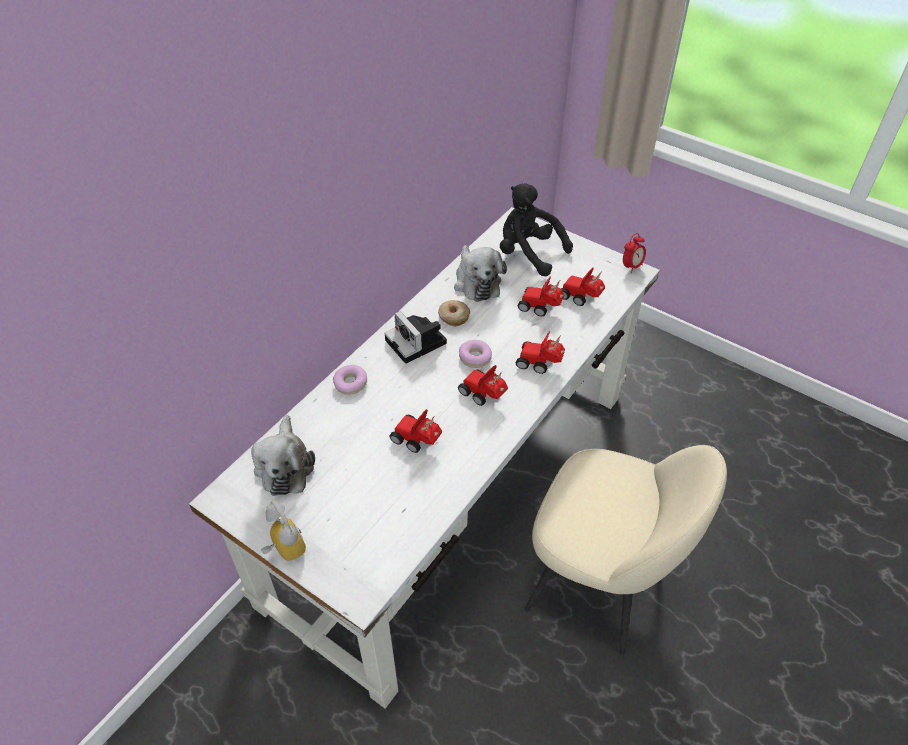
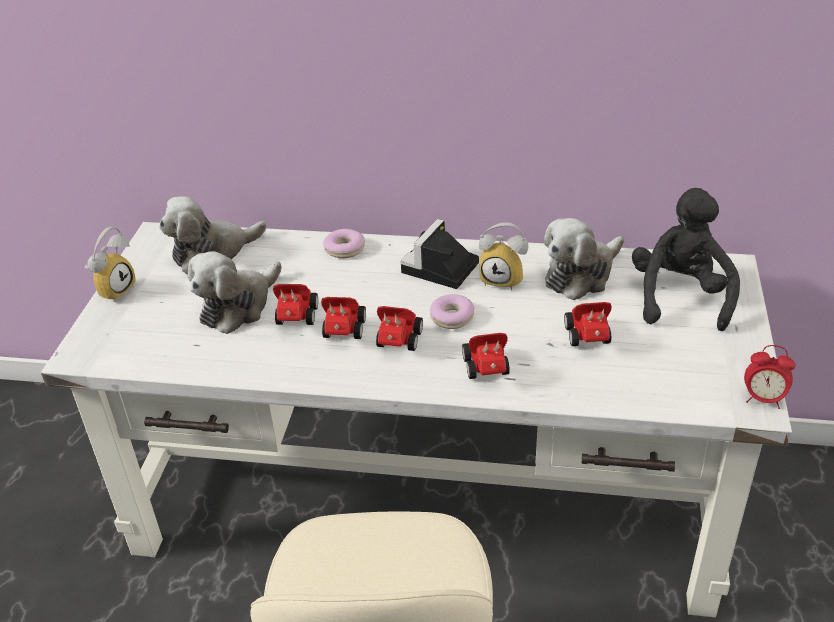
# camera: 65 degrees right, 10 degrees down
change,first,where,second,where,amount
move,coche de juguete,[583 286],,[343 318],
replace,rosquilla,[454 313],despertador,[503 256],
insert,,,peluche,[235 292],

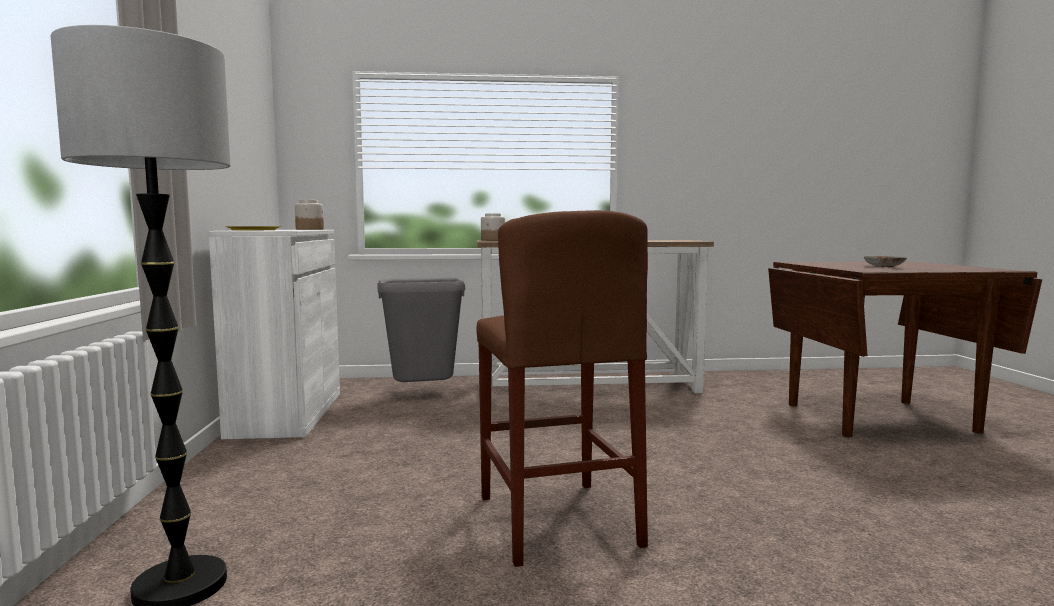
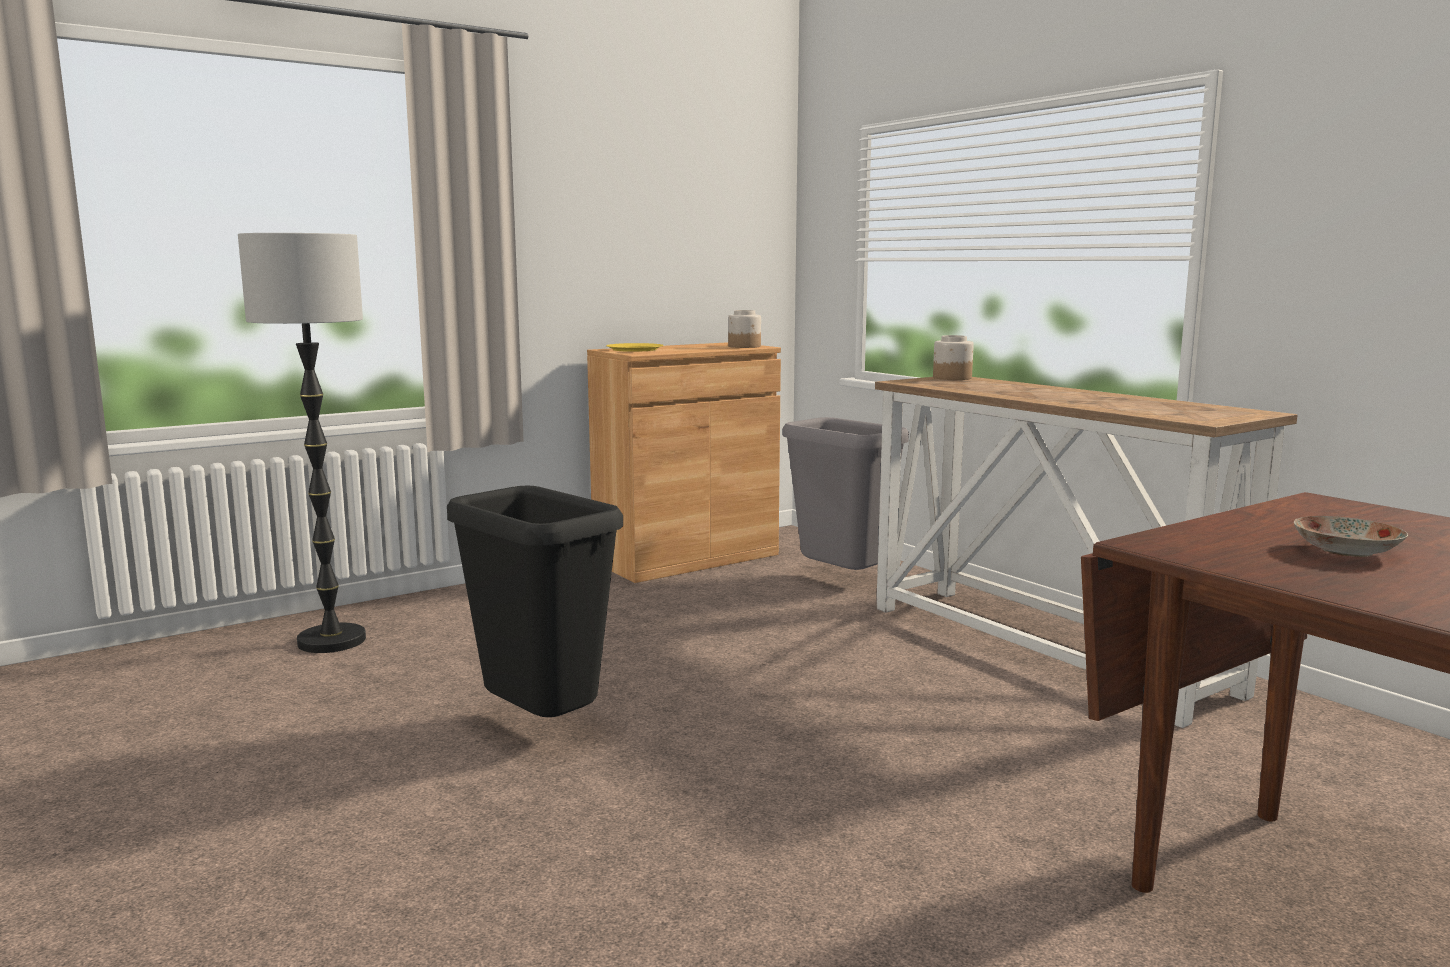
# camera: 60 degrees right, 5 degrees up
change,first,where,second,where,amount
replace,taburete/marrón,[562 388],papelera/negro,[535 601],
recolor,armario/blanco,[274 334],armario/marrón,[684 462],

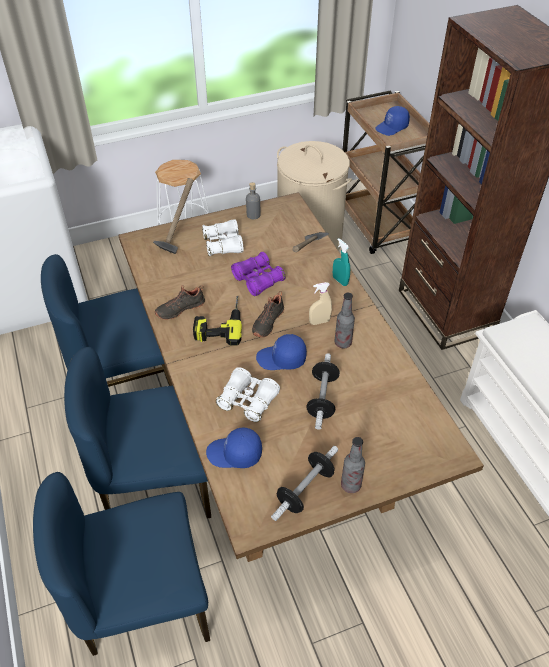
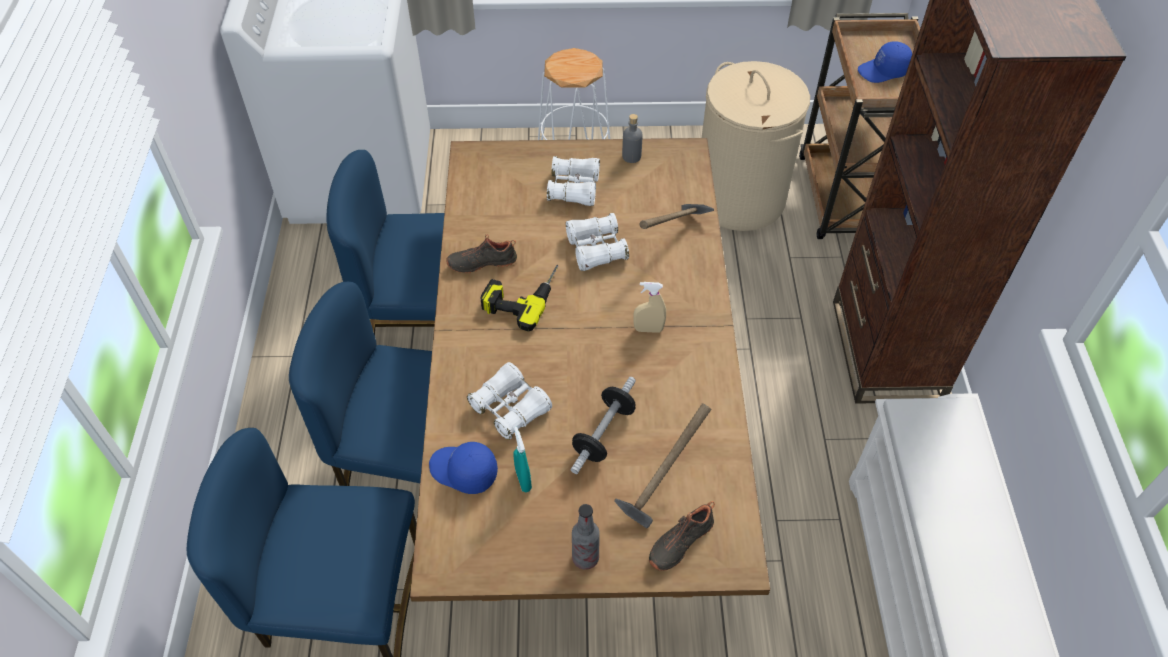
# camera: 20 degrees right, 5 degrees up
change,first,where,second,where,amount
move,martillo,[173 216],,[662 465],
move,pulverizador/turquesa,[341 262],,[522 459],
recolor,prismáticos/morado,[258 274],prismáticos/blanco,[597 242],
move,zapato/negro,[268 314],,[682 536],
delete,botella,[345 320],,,
delete,gorra/azul,[281 352],,,
delete,mancuerna,[304 483],,,

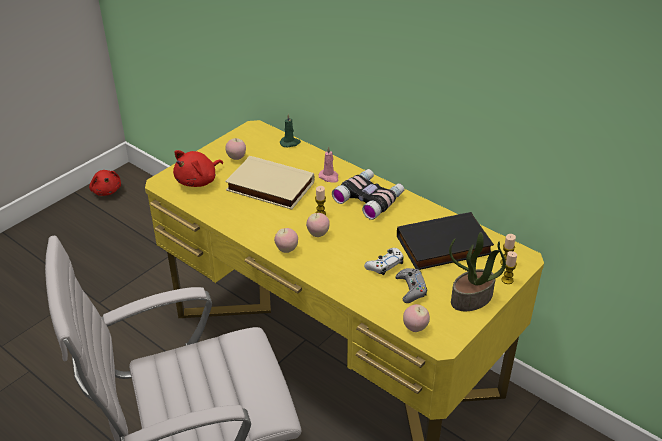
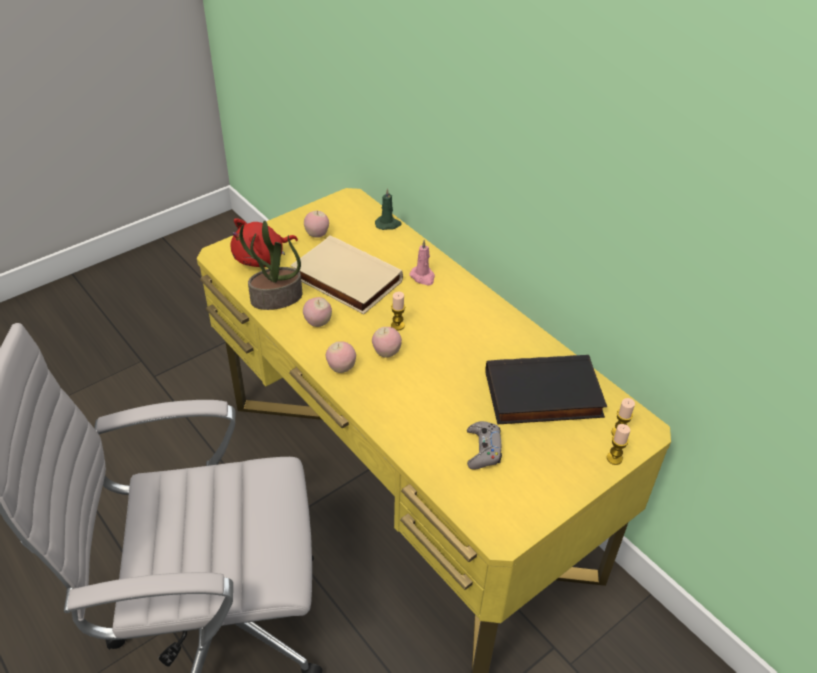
# camera: 10 degrees right, 5 degrees up
change,first,where,second,where,amount
delete,prismáticos,[368 194],,,
delete,peluche/rojo,[105 183],,,
move,planta en maceta,[477 271],,[270 265],
delete,mando de consola/blanco,[384 261],,,
move,manzana,[416 318],,[317 312],

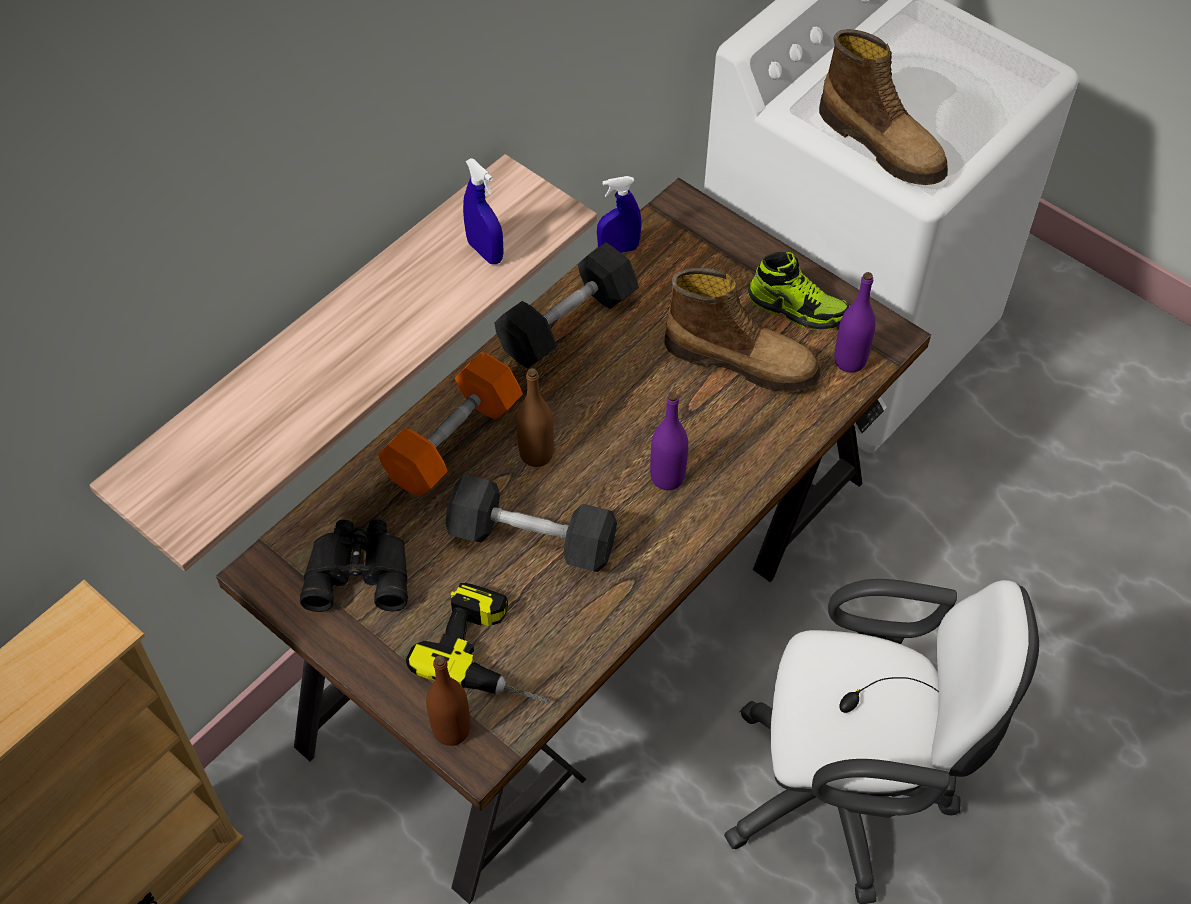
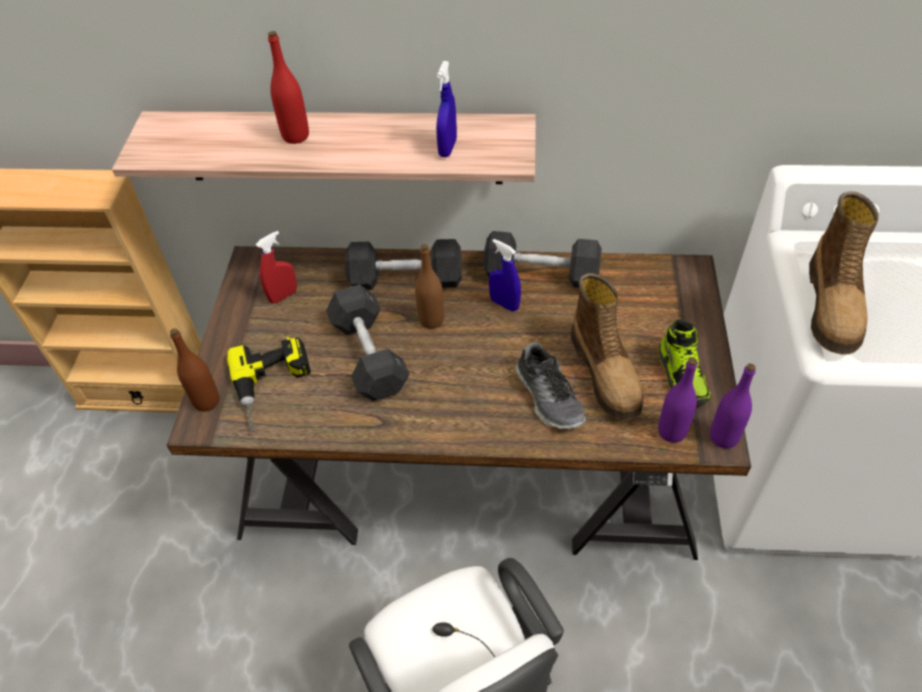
# camera: 55 degrees right, 5 degrees down
change,first,where,second,where,amount
move,pulverizador/azul,[619 214],,[505 275],
recolor,mancuerna/naranja,[450 424],mancuerna/gris,[403 264],
move,botella/morado,[669 441],,[733 406],
replace,prismáticos/negro,[354 565],pulverizador/rojo,[276 267],
insert,,,botella/rojo,[288 87],
insert,,,zapato,[550 385],

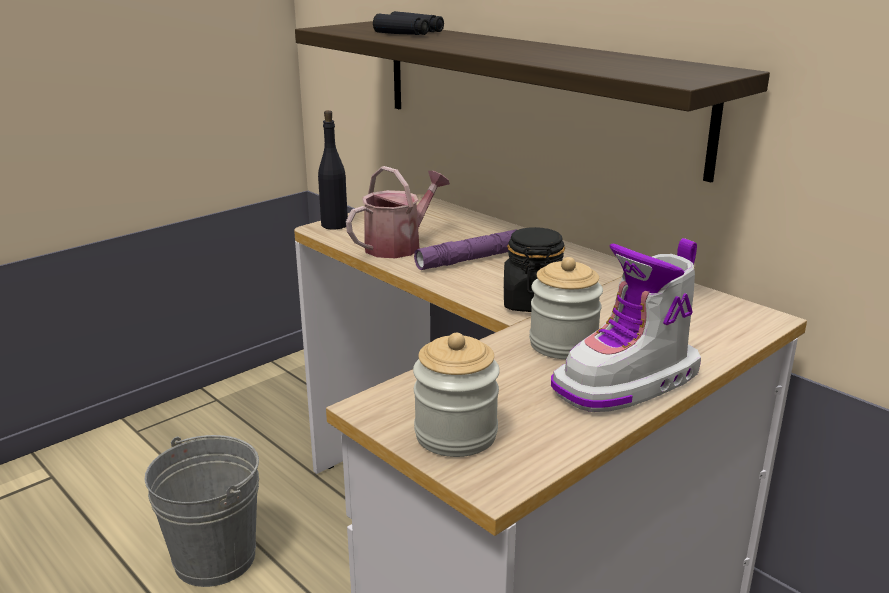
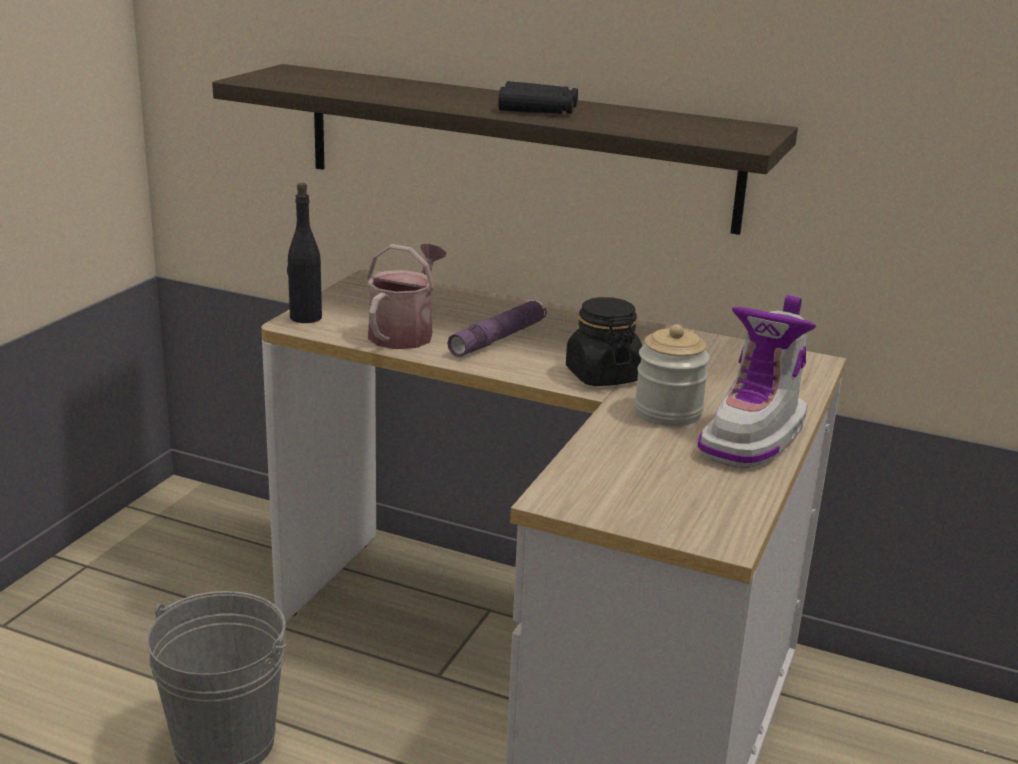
# camera: 25 degrees left, 0 degrees up
change,first,where,second,where,amount
move,prismáticos/negro,[408 23],,[538 97],
delete,tarro,[456 395],,,

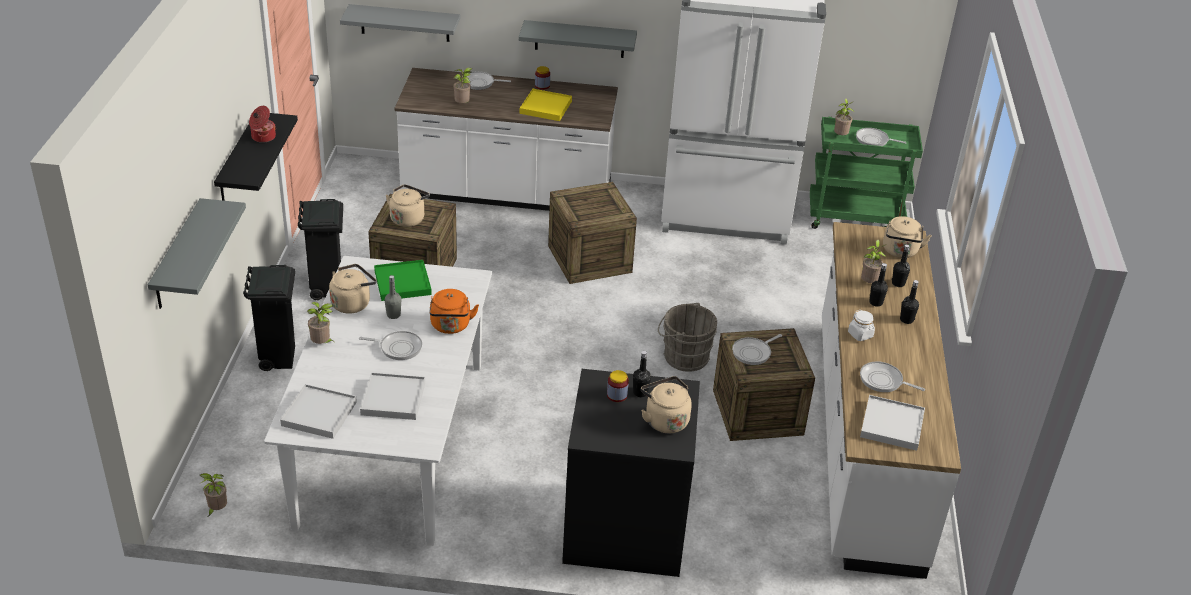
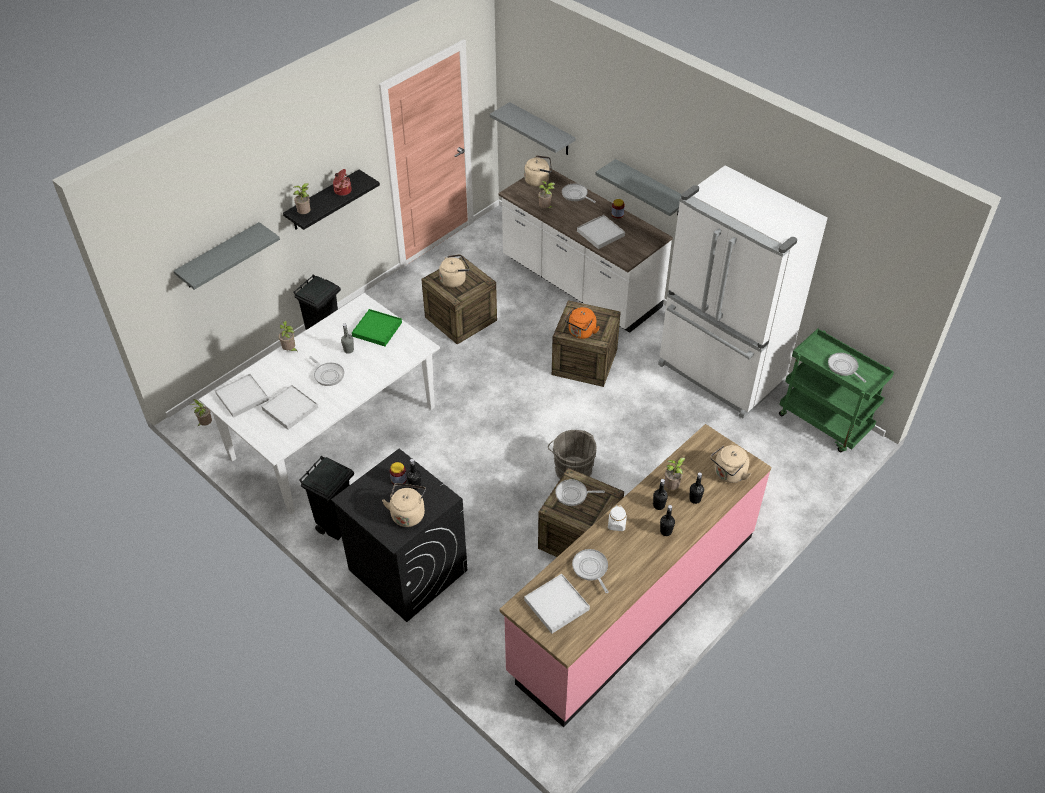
# camera: 40 degrees right, 10 degrees up
change,first,where,second,where,amount
recolor,bandeja/amarillo,[546 105],bandeja/blanco,[601 232],
move,planta en maceta,[844 116],,[302 198],
move,papelera/negro,[320 249],,[326 498],
recolor,mueble bajo de cocina/blanco,[891 400],mueble bajo de cocina/rosa,[635 575],
move,hervidor/beis,[352 289],,[538 171],
move,hervidor/naranja,[454 311],,[582 323],

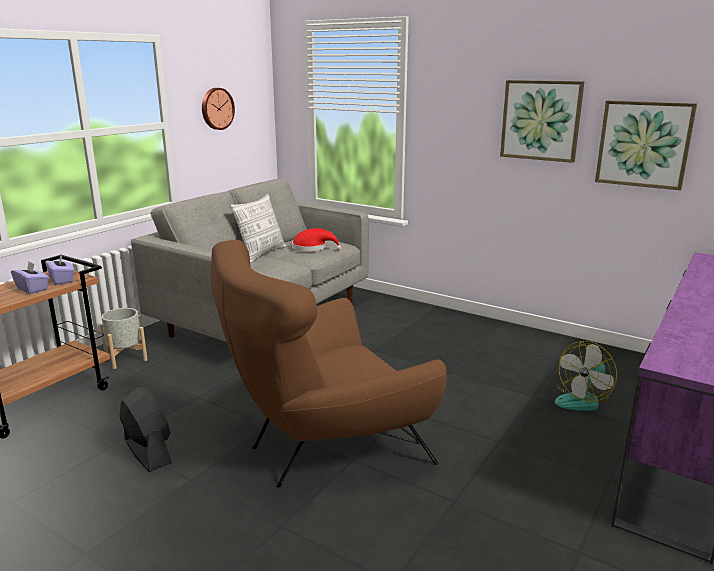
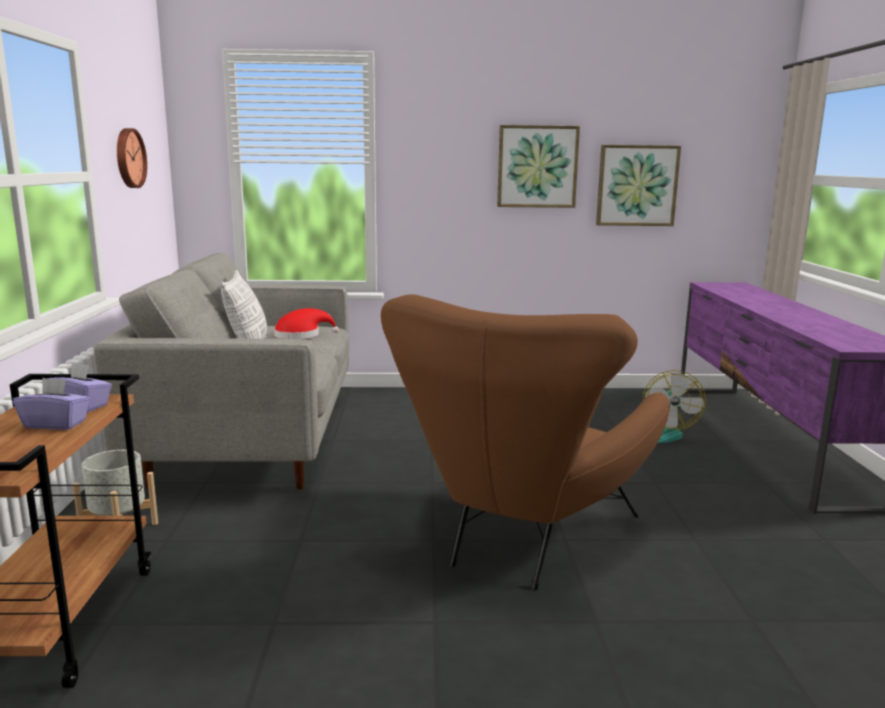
# camera: 35 degrees left, 5 degrees down
change,first,where,second,where,amount
delete,ventilador/negro,[145 429],,,

